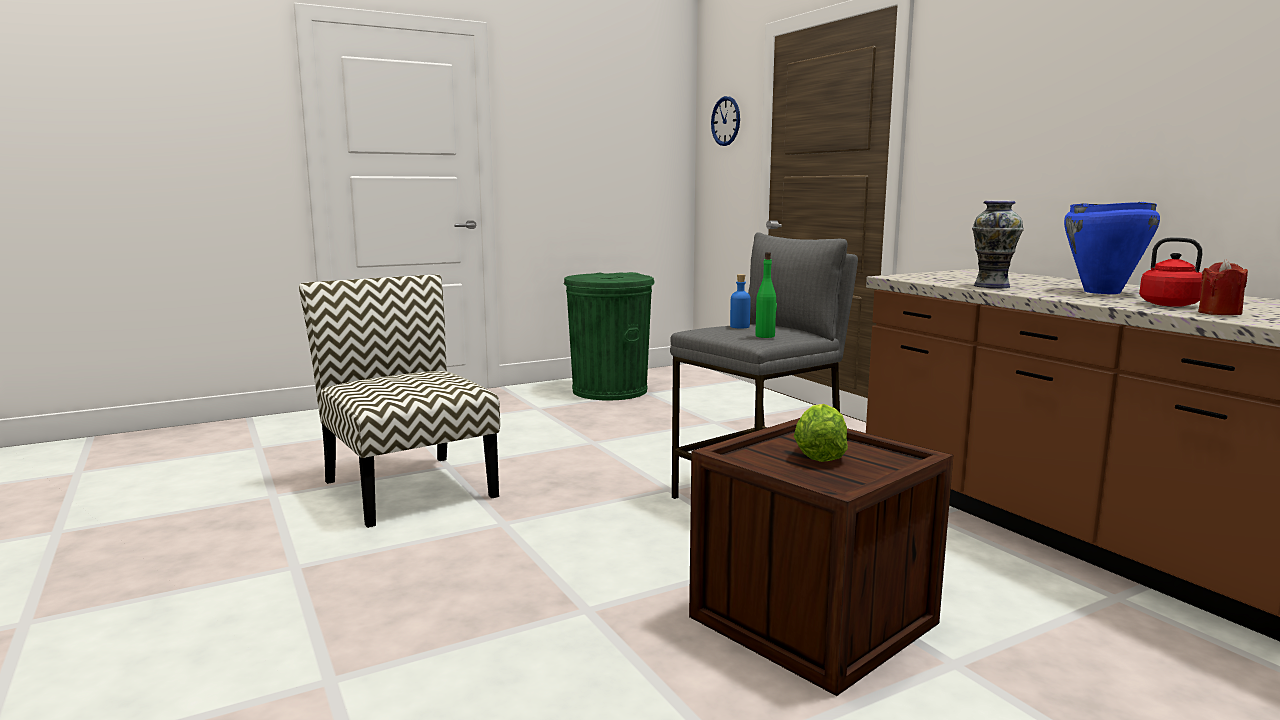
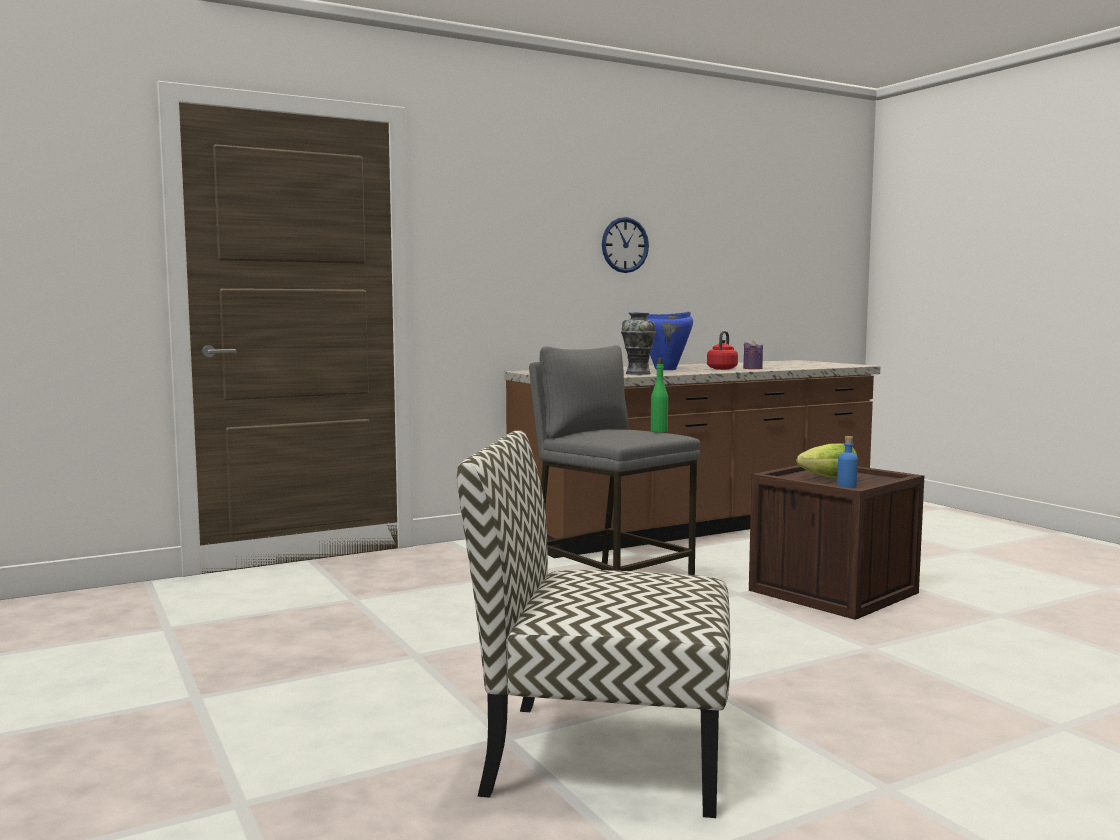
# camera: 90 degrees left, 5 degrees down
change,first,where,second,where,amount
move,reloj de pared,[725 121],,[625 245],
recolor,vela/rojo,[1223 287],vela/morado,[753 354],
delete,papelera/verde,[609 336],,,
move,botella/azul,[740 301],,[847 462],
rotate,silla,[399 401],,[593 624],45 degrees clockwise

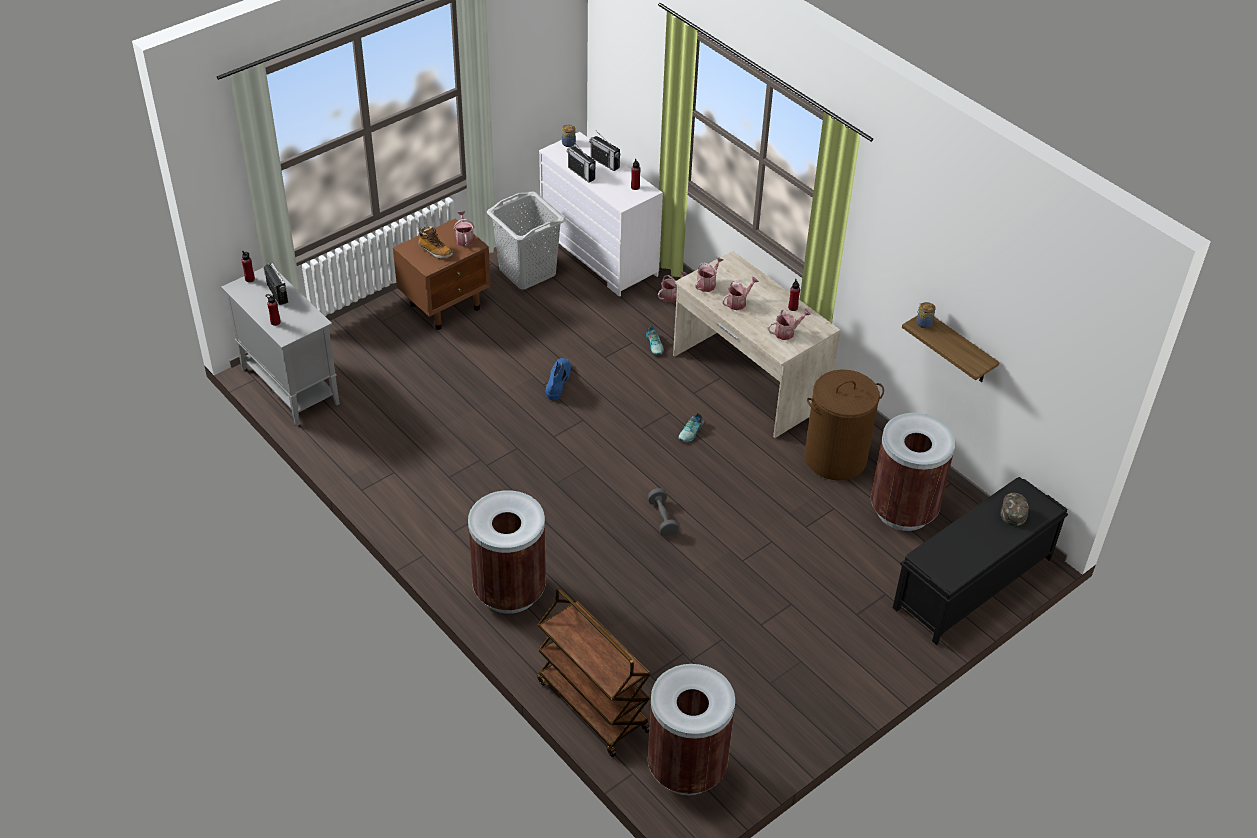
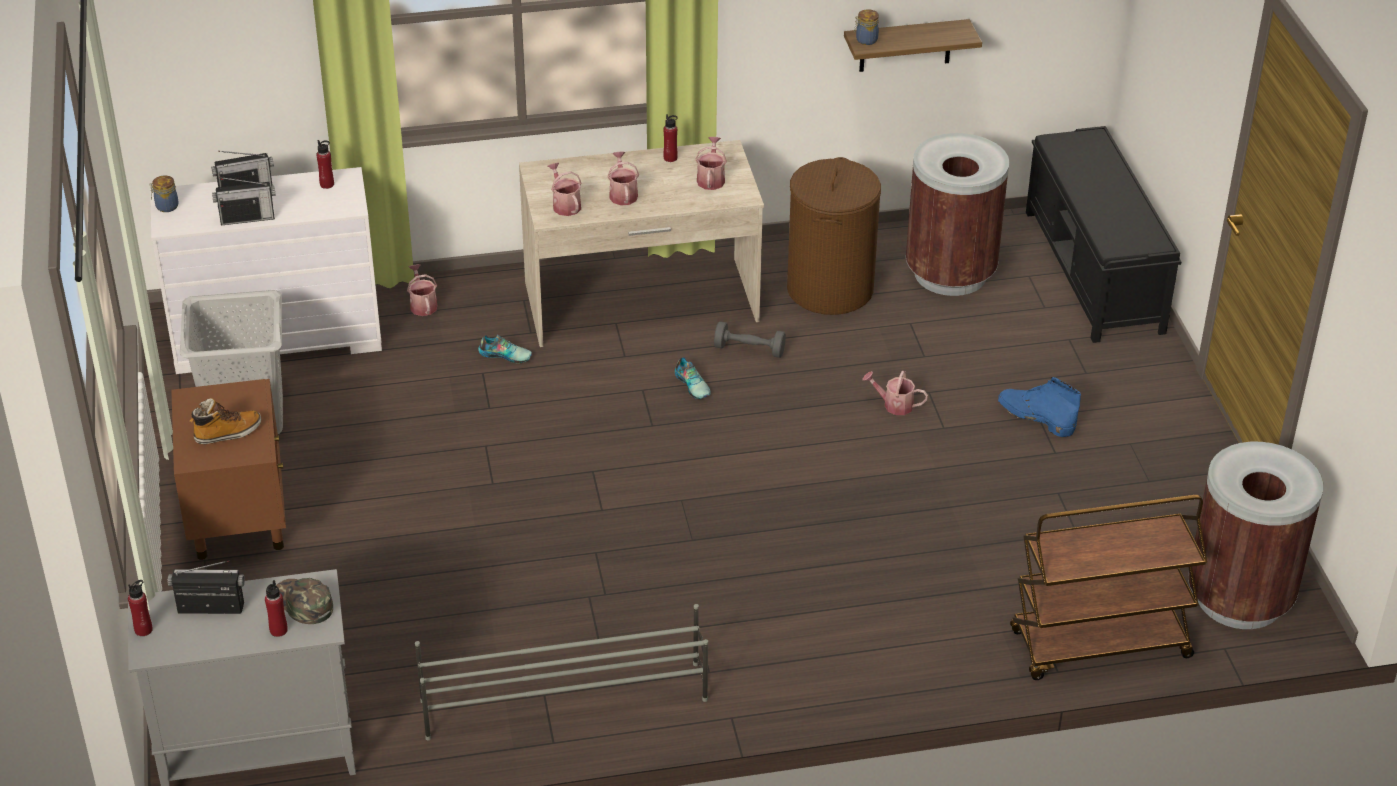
# camera: 60 degrees left, 5 degrees down
change,first,where,second,where,amount
move,regadera,[464 229],,[895 393],
move,bota/azul,[558 379],,[1039 407],
move,mancuerna/gris,[663 512],,[750 339],
delete,papelera/marrón,[507 552],,,
move,gorra/verde,[1015 509],,[304 601],
insert,,,zapatero/gris,[561 672],

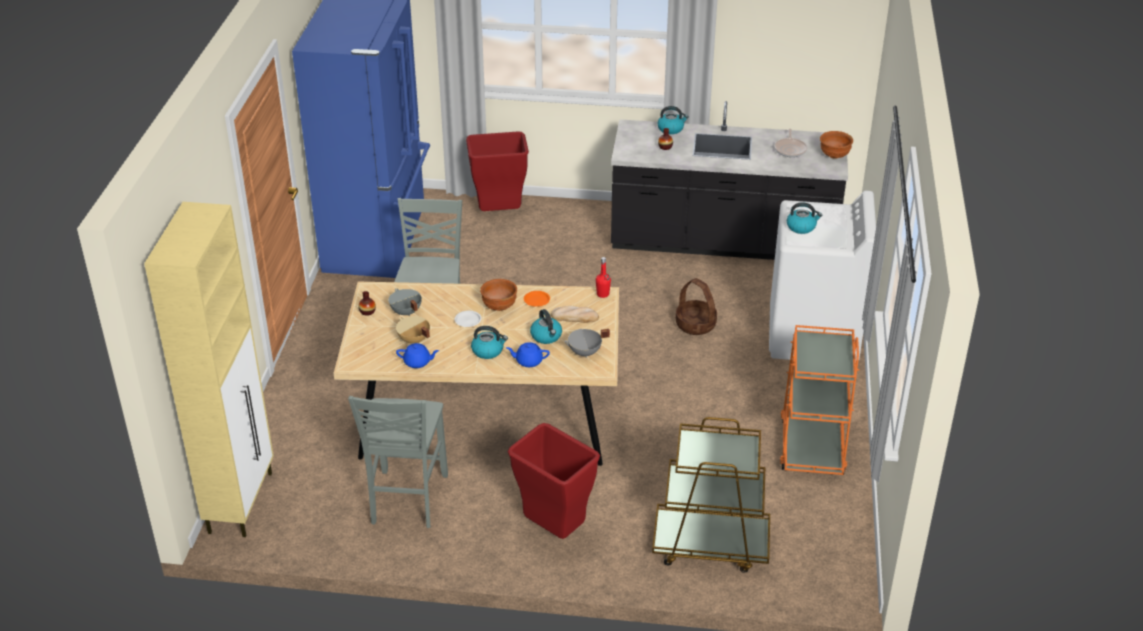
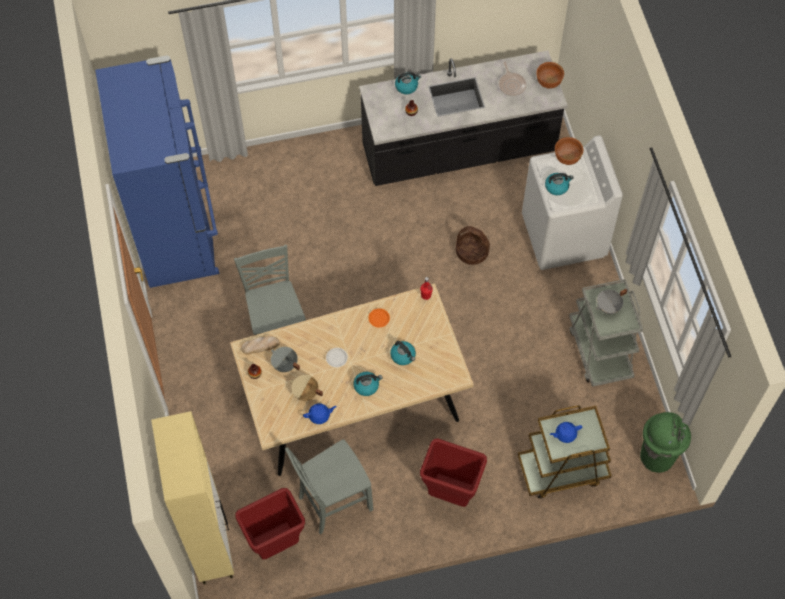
# camera: 20 degrees left, 25 degrees up
change,first,where,second,where,amount
move,papelera/rojo,[497 171],,[270 524],
move,cuenco/marrón,[498 295],,[569 151],
move,pan,[575 314],,[260 345],
recolor,carrito/naranja,[819 400],carrito/gris,[606 333],
move,olla/gris,[586 343],,[611 301],
move,tetera/azul,[528 354],,[566 432],
rotate,silla/gris,[398 462],,[329 487],75 degrees clockwise
insert,,,papelera/verde,[665 442],

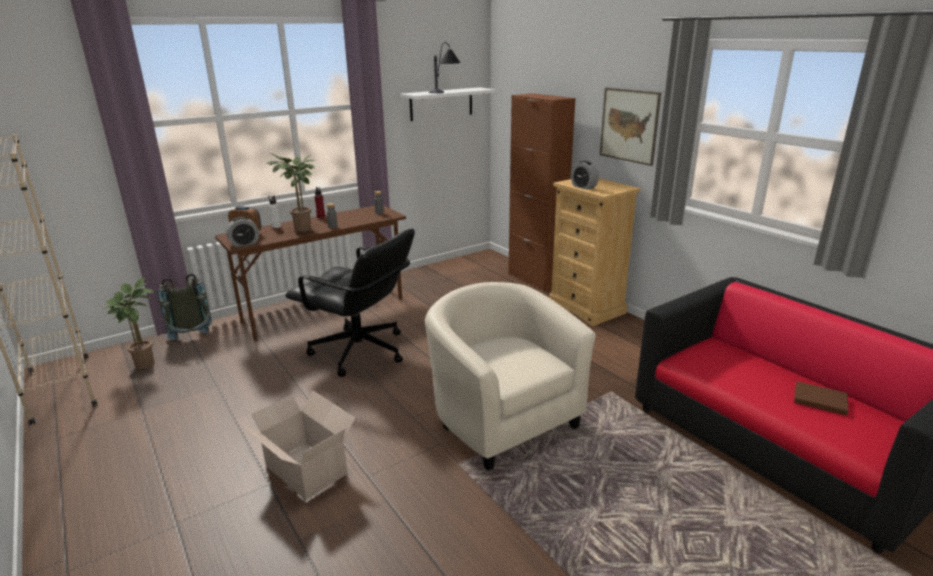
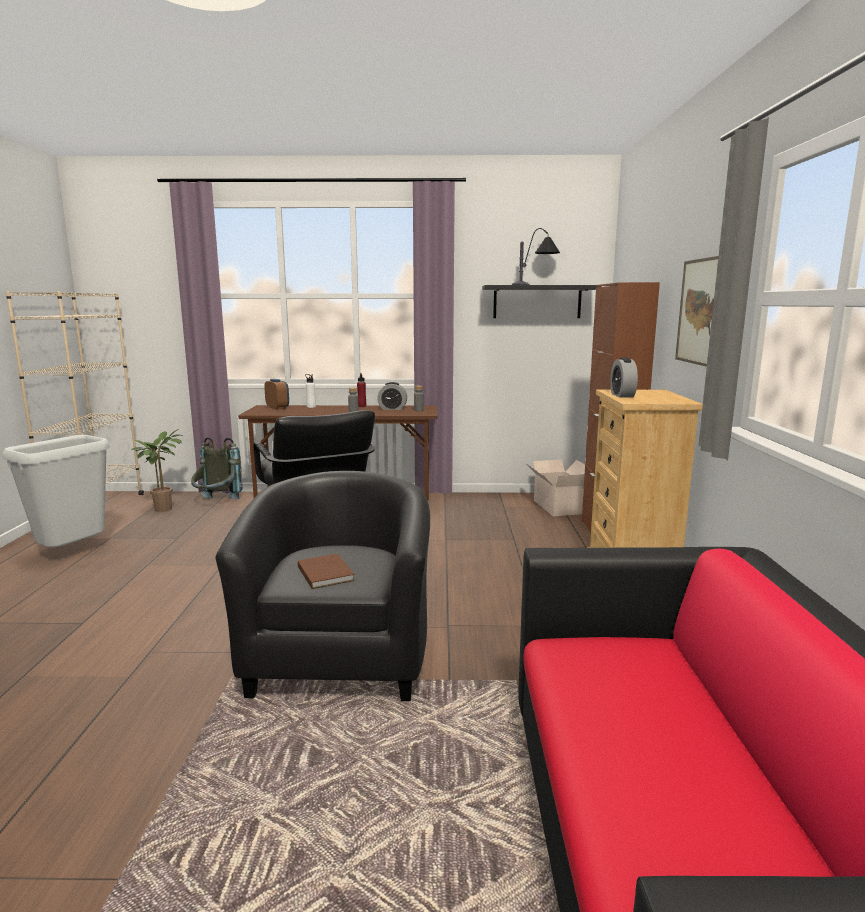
# camera: 35 degrees right, 10 degrees down
change,first,where,second,where,amount
recolor,estante/blanco,[448 104],estante/negro,[539 301],
delete,planta en maceta,[291 192],,,
move,despertador,[242 232],,[392 396],
recolor,sillón/beis,[510 376],sillón/negro,[322 586],
move,libro/marrón,[821 398],,[326 571],
move,caja de cartón,[298 445],,[556 488],
insert,,,papelera/gris,[56 491],

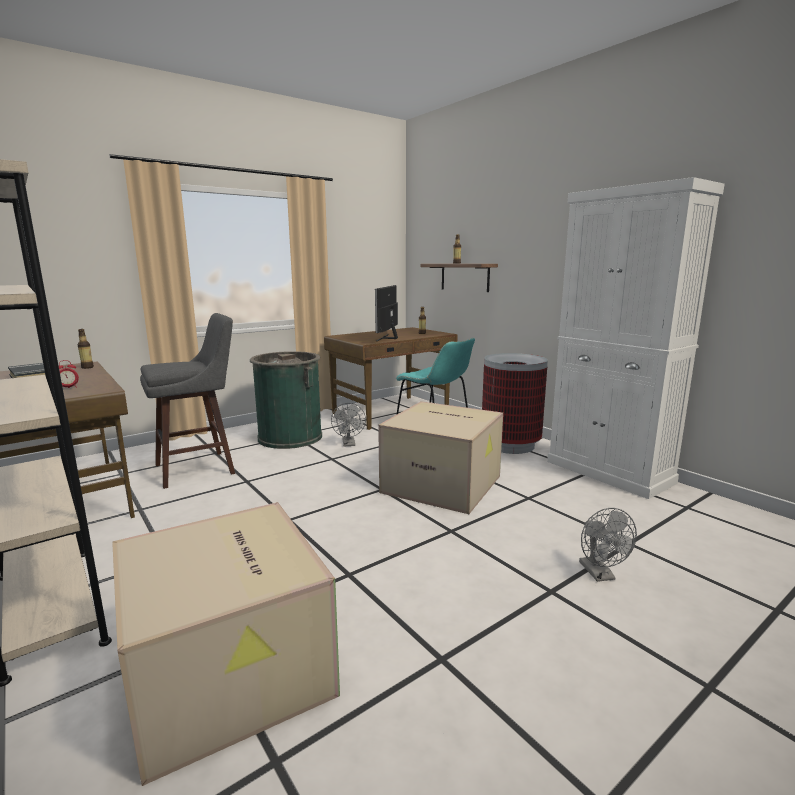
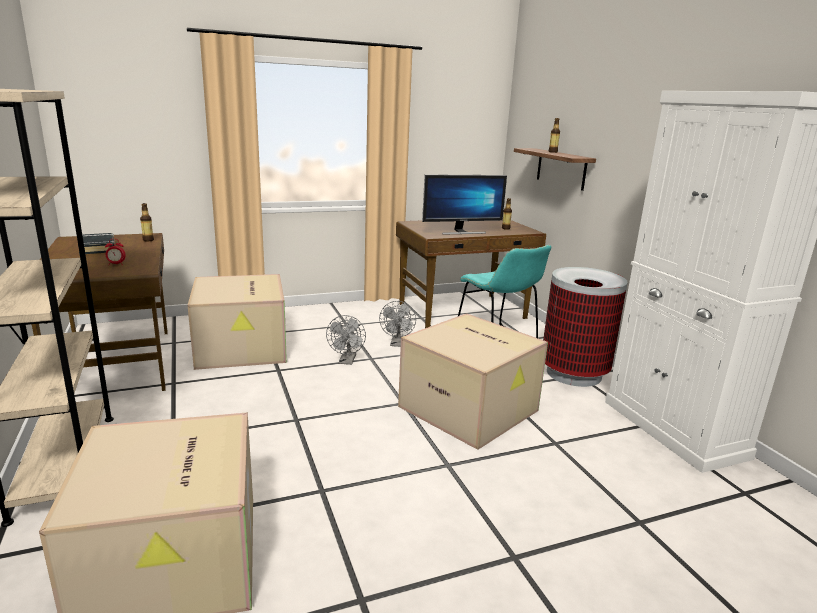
# camera: 15 degrees right, 5 degrees up
change,first,where,second,where,amount
rotate,monitor,[386 313],,[464 204],135 degrees counterclockwise
replace,taburete/gris,[187 401],caja de cartón,[237 322],
delete,papelera/verde,[286 400],,,
move,ventilador/gris,[608 545],,[346 340],

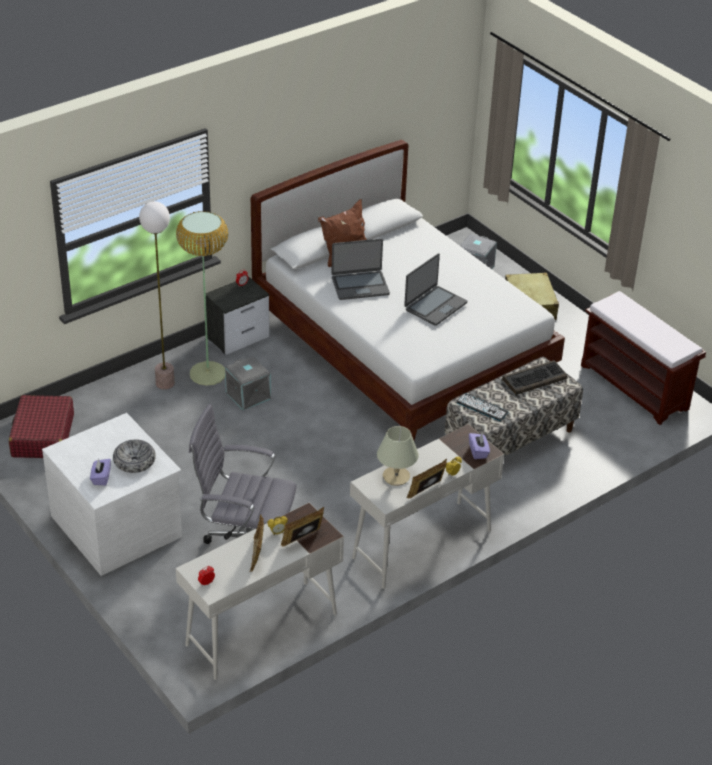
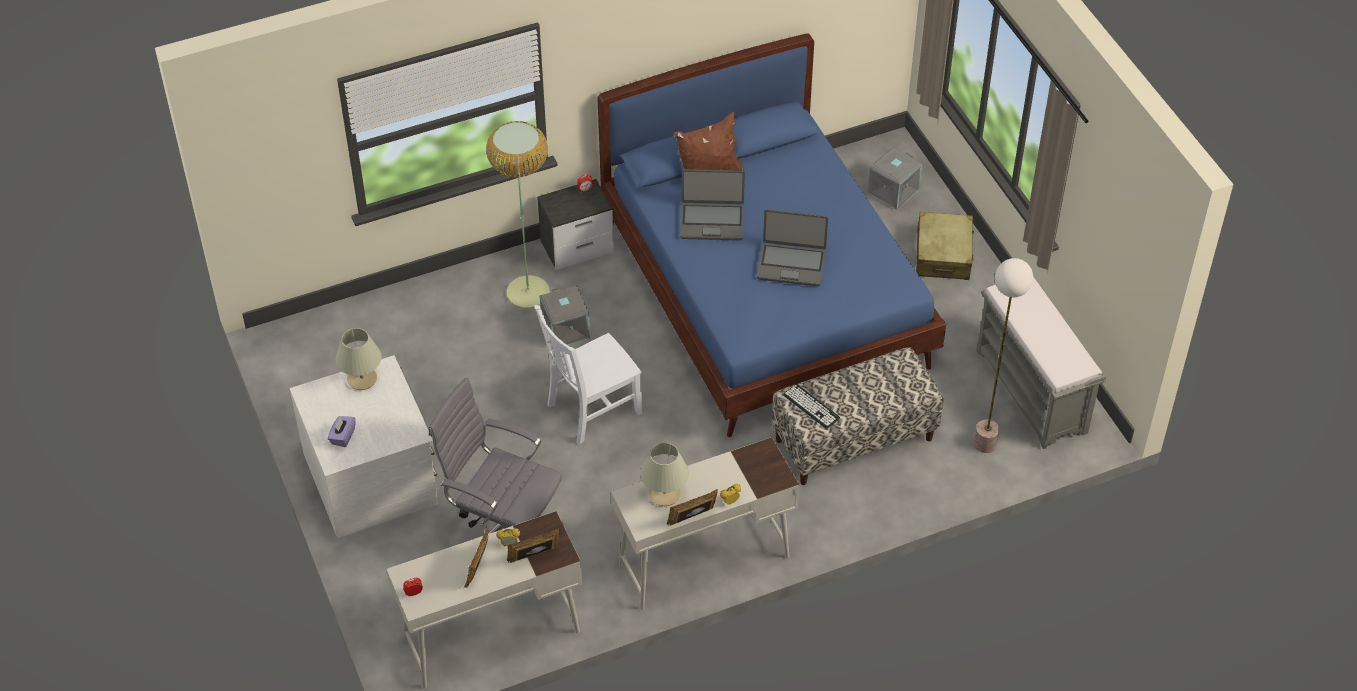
# camera: 15 degrees right, 10 degrees up
change,first,where,second,where,amount
recolor,cama/blanco,[408 290],cama/azul,[771 235],
move,lámpara de pie,[157 295],,[1003 355],
rotate,portátil,[435 289],,[792 247],45 degrees clockwise
recolor,banco/marrón,[643 358],banco/gris,[1041 362],
delete,teclado,[535 377],,,
delete,maleta/rojo,[41 426],,,
delete,caja de pañuelos/morado,[479 446],,,
delete,cuenco,[134 456],,,
insert,,,silla/blanco,[588 375],
insert,,,lámpara de mesa/beis,[359 359],

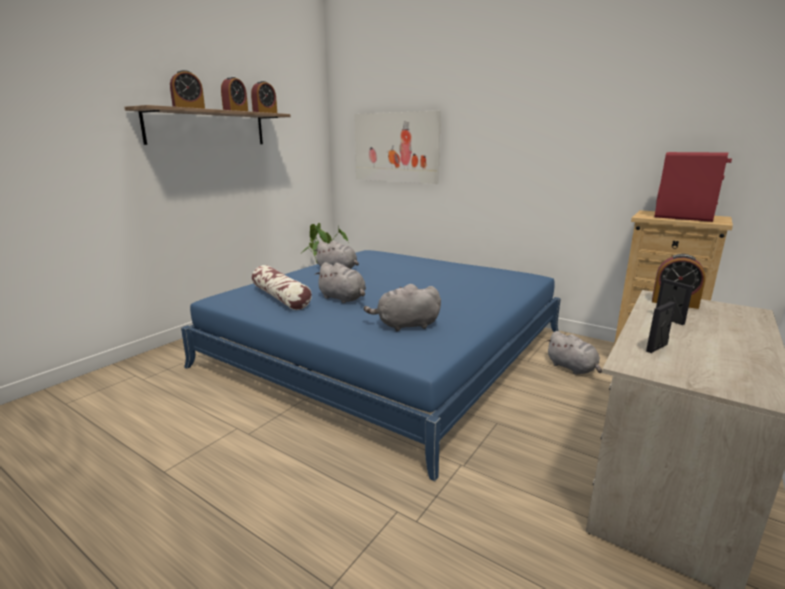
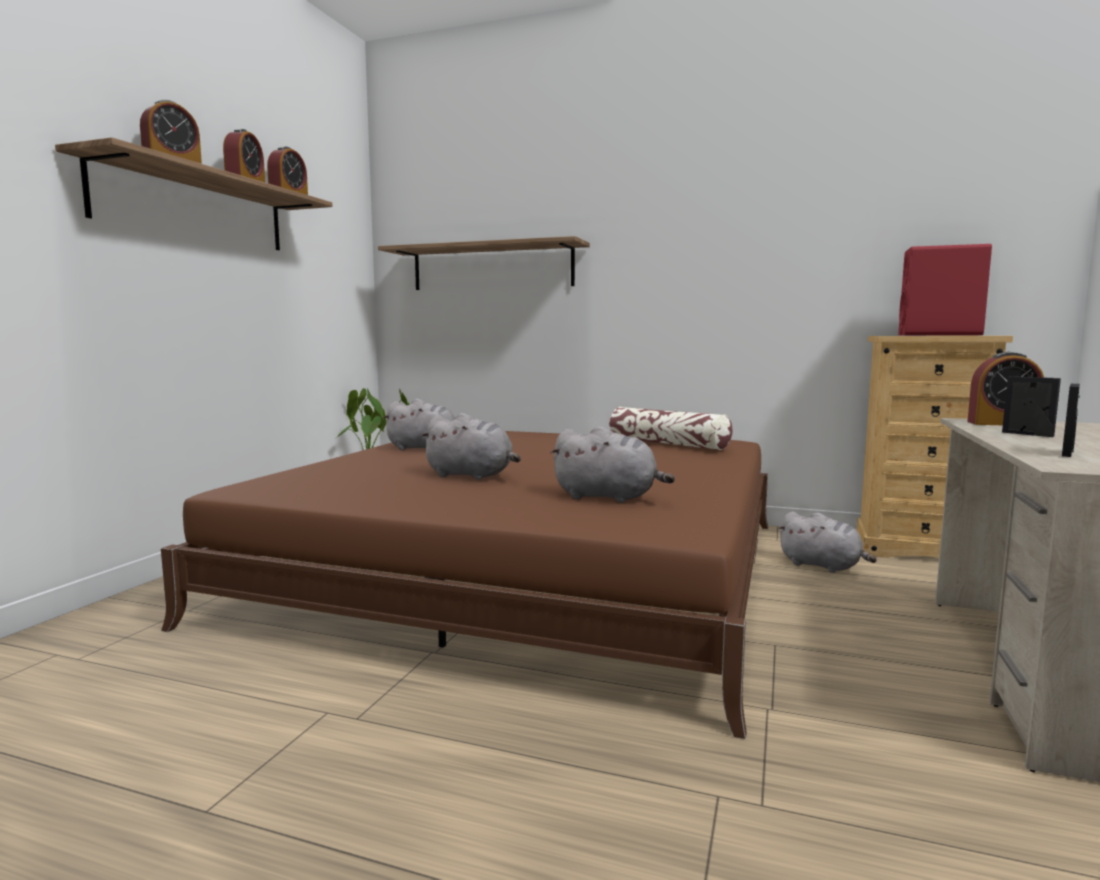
# camera: 15 degrees left, 10 degrees down
change,first,where,second,where,amount
replace,cuadro,[397 147],estante,[484 263],
recolor,cama/azul,[371 365],cama/marrón,[464 585],
move,cojín,[282 287],,[670 428],
rotate,peluche/gris,[402 307],,[612 464],135 degrees counterclockwise

